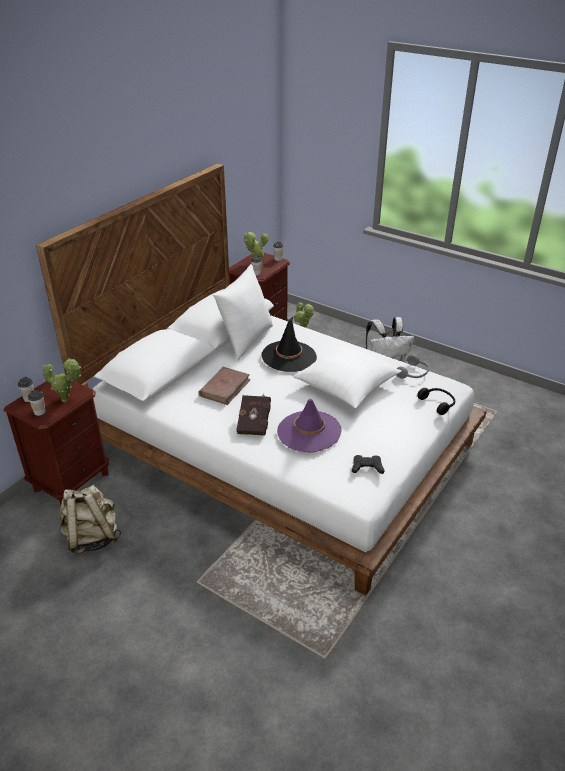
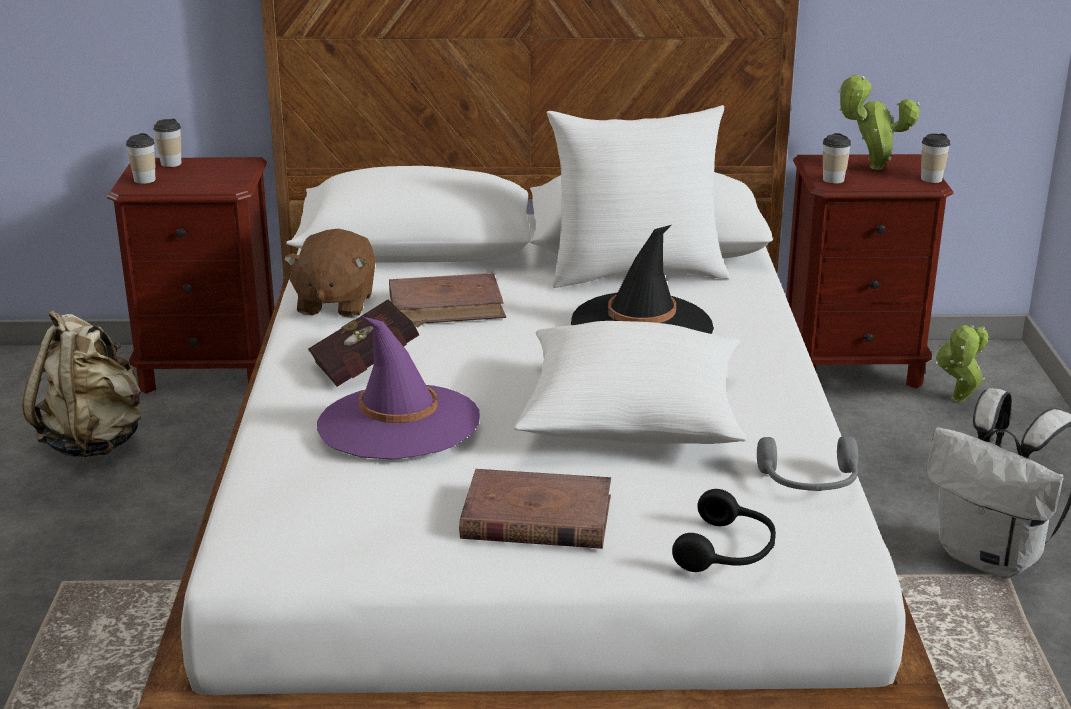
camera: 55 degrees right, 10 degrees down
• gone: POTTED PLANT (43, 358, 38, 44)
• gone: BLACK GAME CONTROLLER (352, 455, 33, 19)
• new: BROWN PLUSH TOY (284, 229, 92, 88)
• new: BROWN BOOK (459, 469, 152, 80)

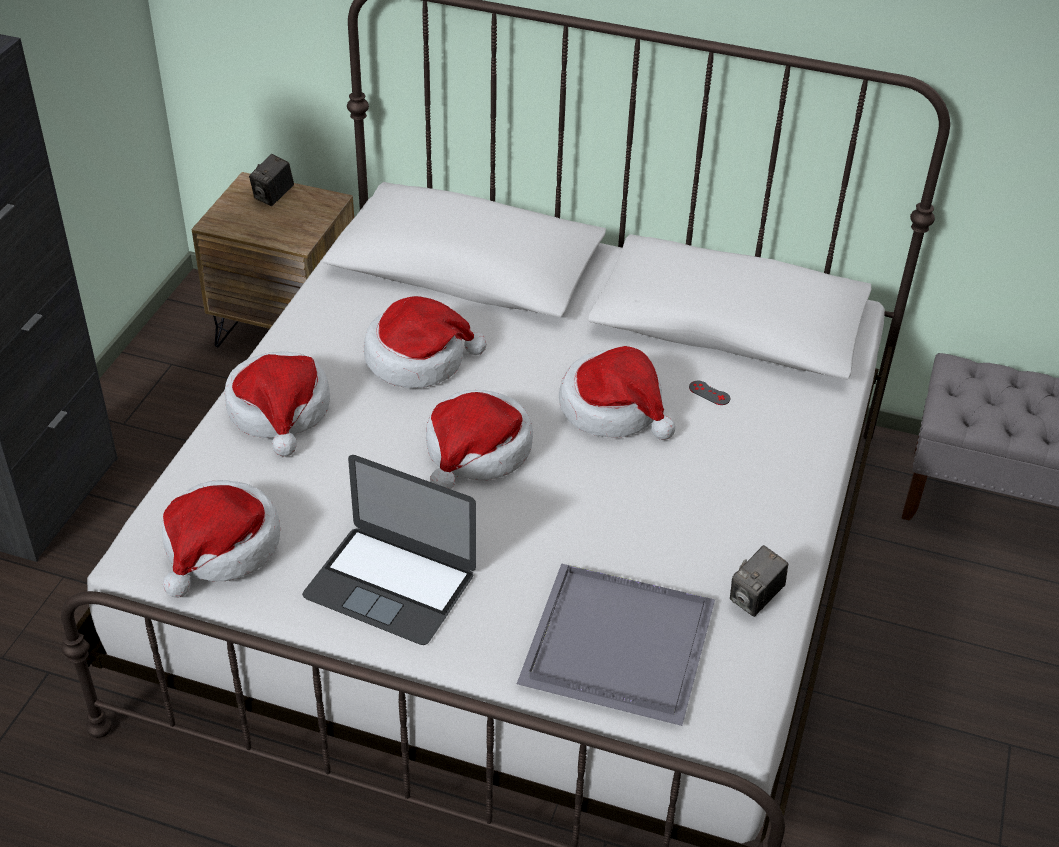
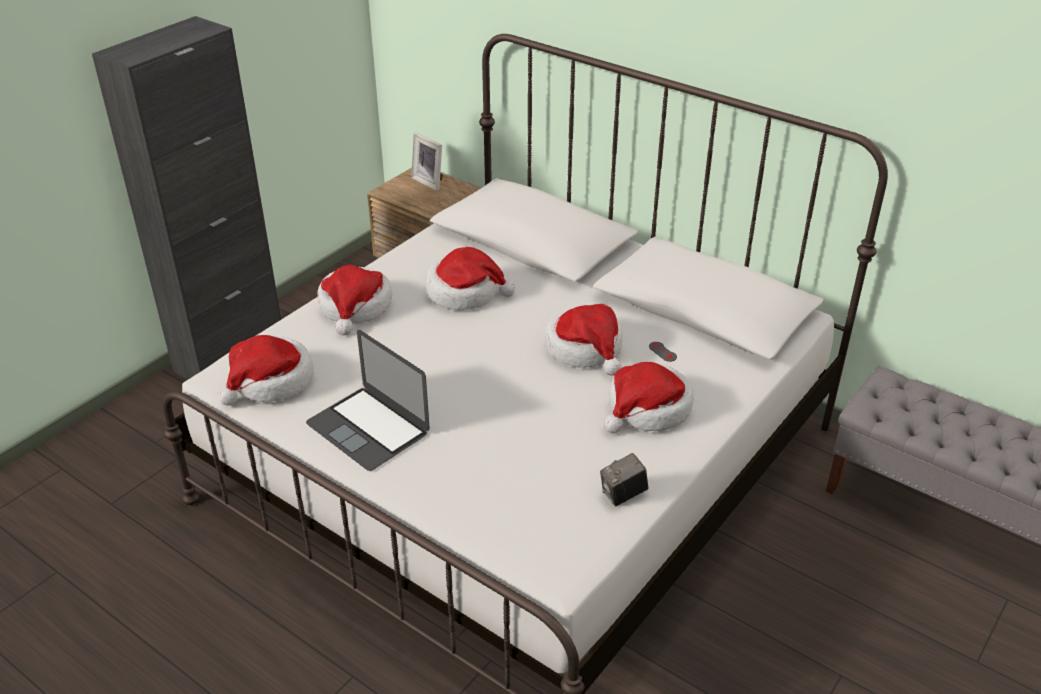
camera: 20 degrees right, 5 degrees down
• gone: GREY TRAY (517, 563, 198, 163)
• shifted: HAT (426, 390, 107, 99) to (604, 362, 90, 72)
• swapped: PHOTO CAMERA (249, 154, 45, 52) to PICTURE FRAME (411, 132, 32, 59)

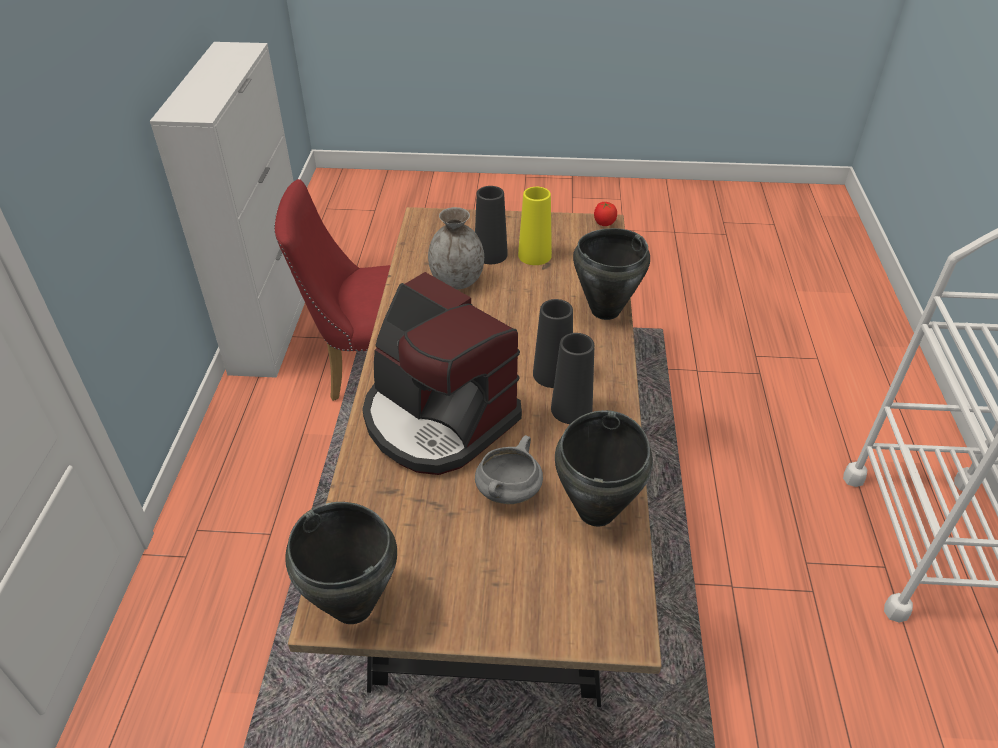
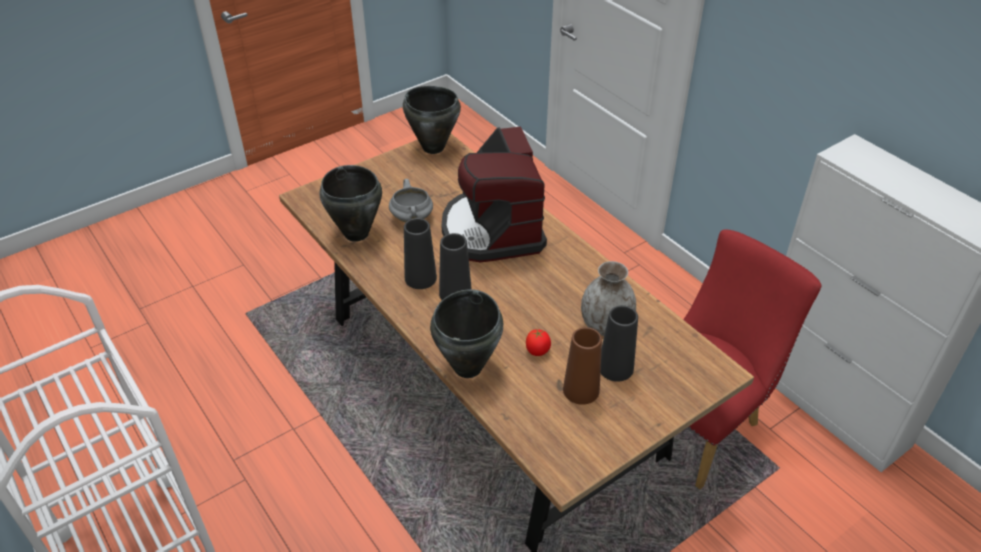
camera: 140 degrees right, 0 degrees up
• shifted: TOMATO (594, 202, 23, 24) to (526, 329, 25, 27)
• repainted: YELLOW VASE (518, 187, 34, 78) to BROWN VASE (563, 327, 39, 78)
• rotated: COFFEE MACHINE (362, 272, 160, 203) = (441, 127, 106, 135) 105 degrees counterclockwise

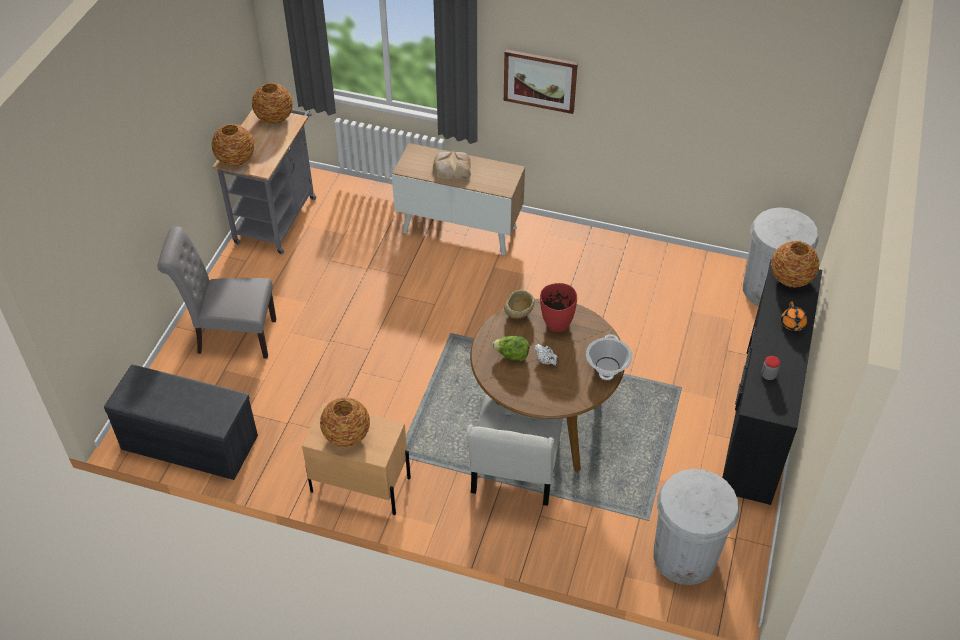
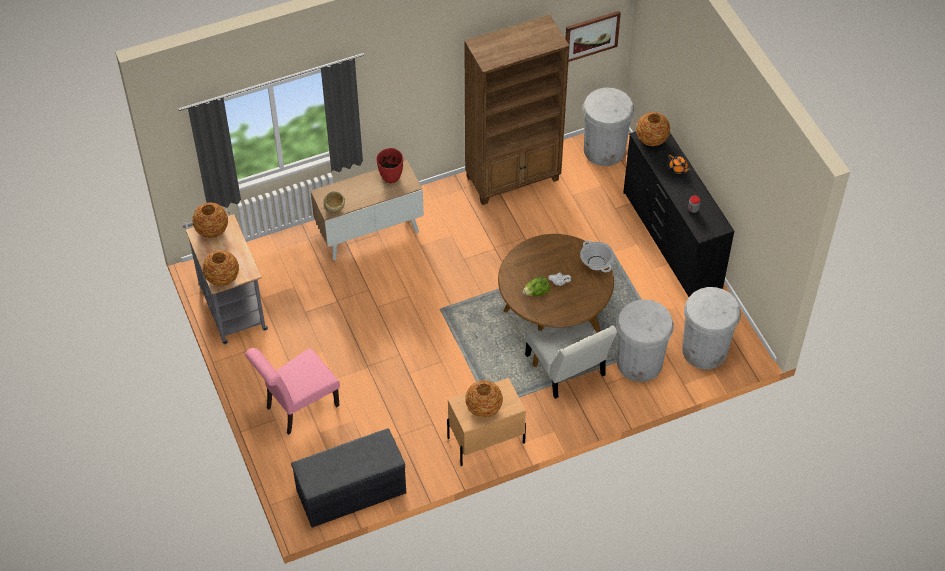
camera: 40 degrees left, 5 degrees up
• gone: BREAD (433, 151, 38, 29)
• new: BROWN BOOKCASE (464, 15, 106, 190)
• new: WHITE TRASH CAN (616, 299, 58, 83)
• shifted: PICTURE (504, 50, 74, 64) to (565, 11, 56, 51)
• shifted: BEIGE BOWL (504, 290, 31, 29) to (323, 191, 22, 23)
• shifted: RED VASE (540, 283, 37, 49) to (376, 148, 27, 35)
• repainted: GREY CHAIR (158, 226, 118, 133) to PINK CHAIR (245, 348, 95, 87)

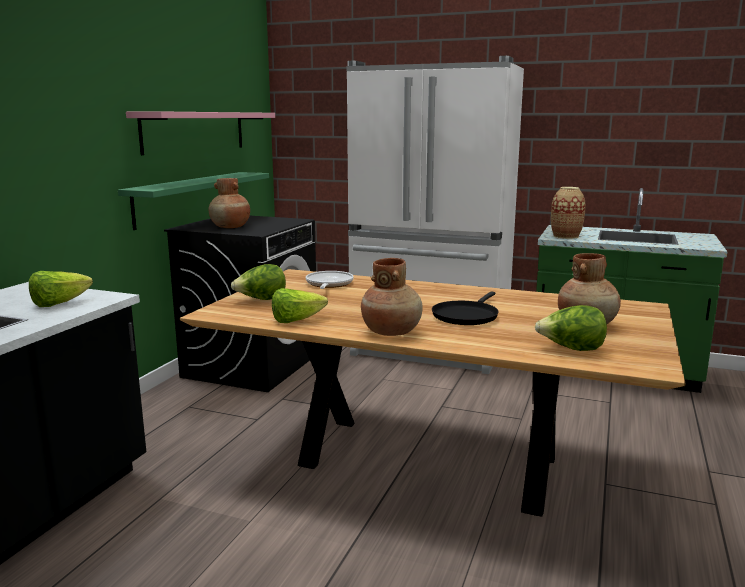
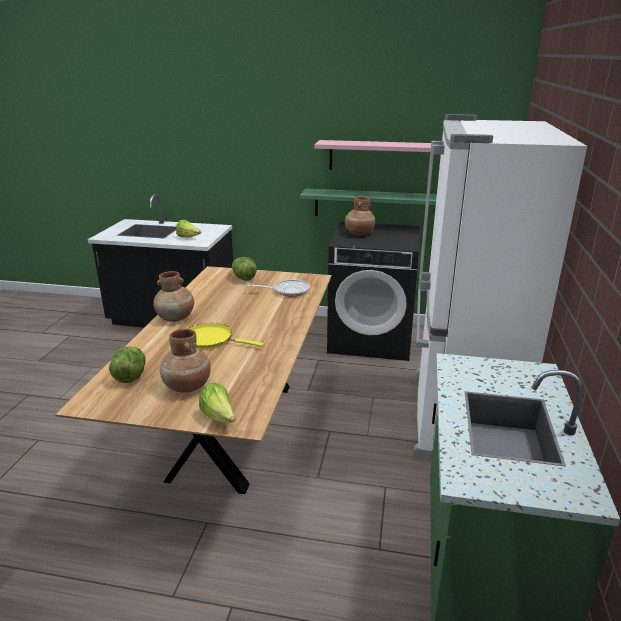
camera: 80 degrees right, 10 degrees up
• gone: VASE (551, 187, 35, 52)
• shifted: LETTUCE (272, 288, 56, 35) to (199, 383, 37, 40)
• repainted: BLACK FRYING PAN (432, 291, 67, 34) to YELLOW FRYING PAN (189, 323, 75, 26)

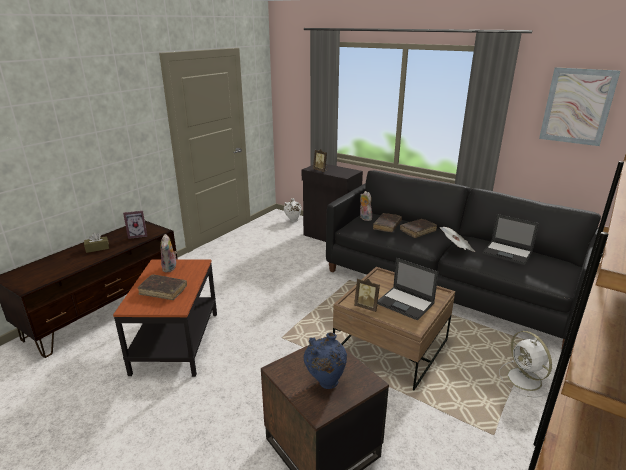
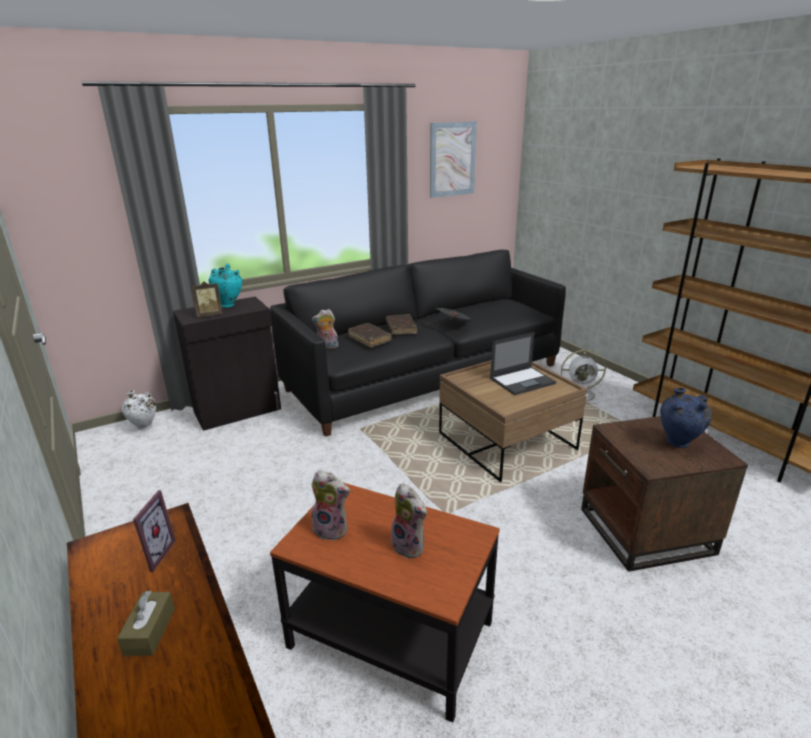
camera: 65 degrees left, 0 degrees up
• gone: PICTURE FRAME (354, 279, 26, 33)
• gone: LAPTOP (483, 214, 56, 51)
• new: TURQUOISE VASE (209, 264, 33, 44)
• swapped: BROWN BOOK (138, 274, 49, 26) to PLUSH TOY (391, 483, 36, 76)

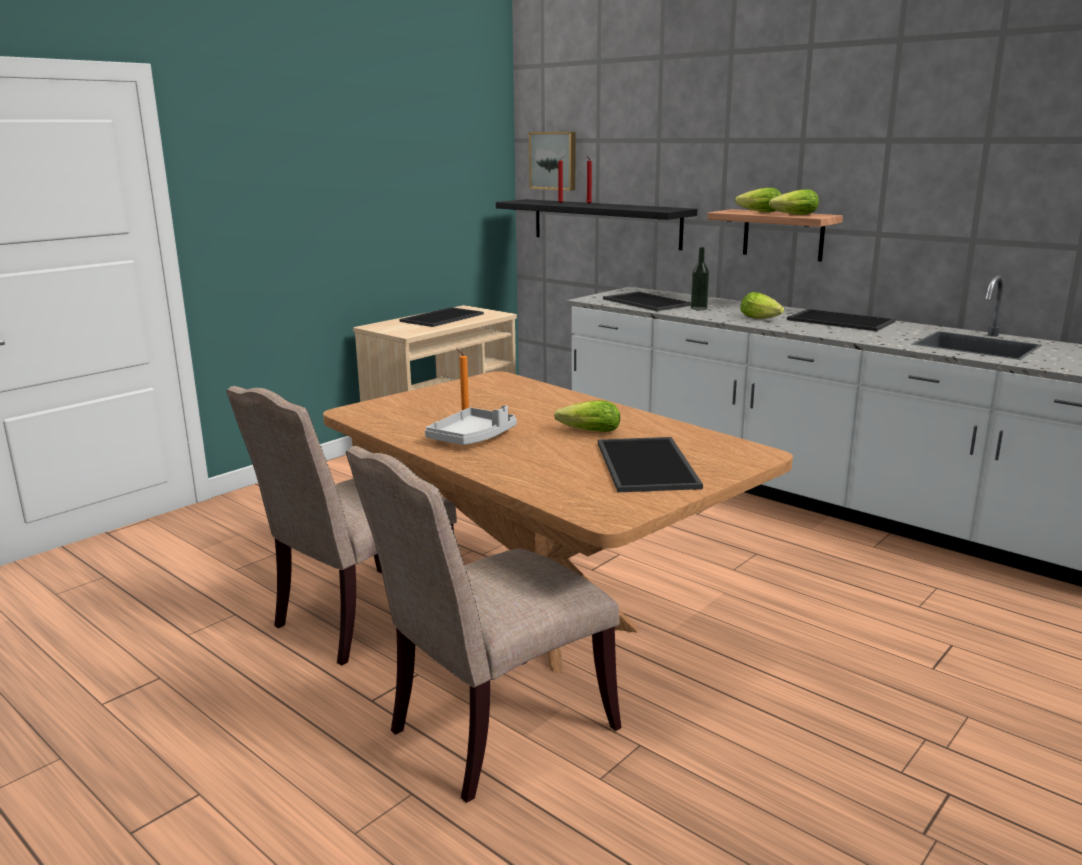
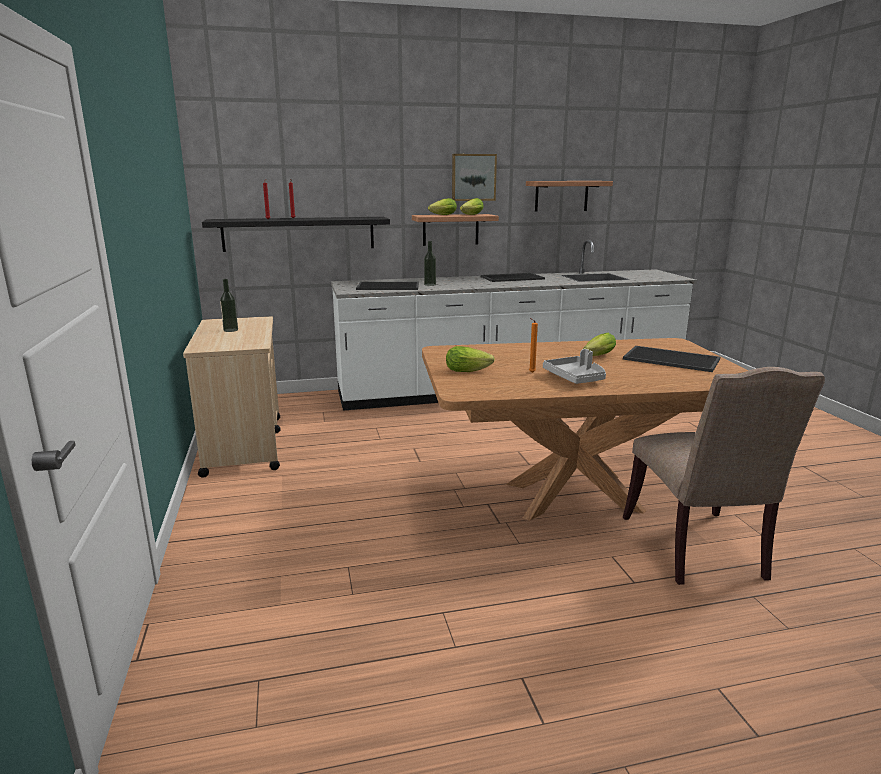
camera: 55 degrees left, 0 degrees up
• gone: BEIGE CHAIR (226, 386, 231, 280)
• new: SHELF (526, 181, 87, 31)
• shifted: PICTURE (529, 132, 47, 59) to (452, 154, 45, 47)
• shifted: LETTUCE (740, 292, 44, 27) to (446, 346, 49, 26)
• swapped: TRAY (399, 307, 85, 20) to BOTTLE (220, 279, 18, 53)

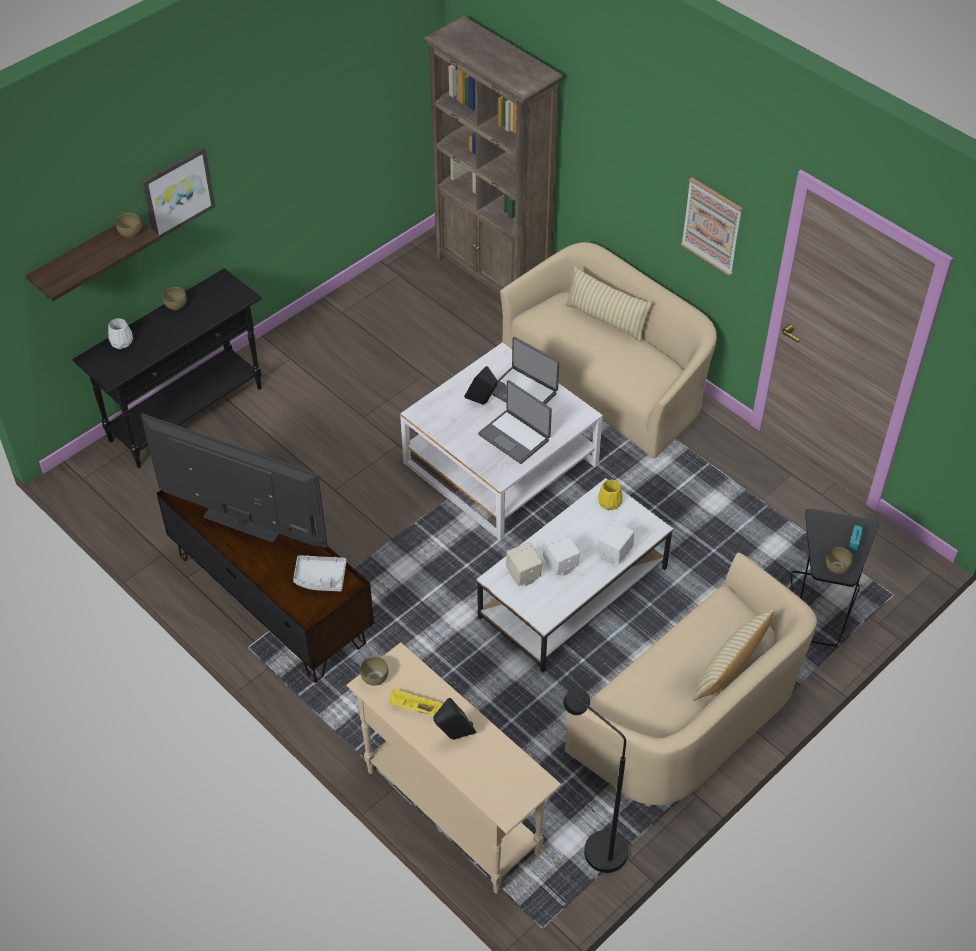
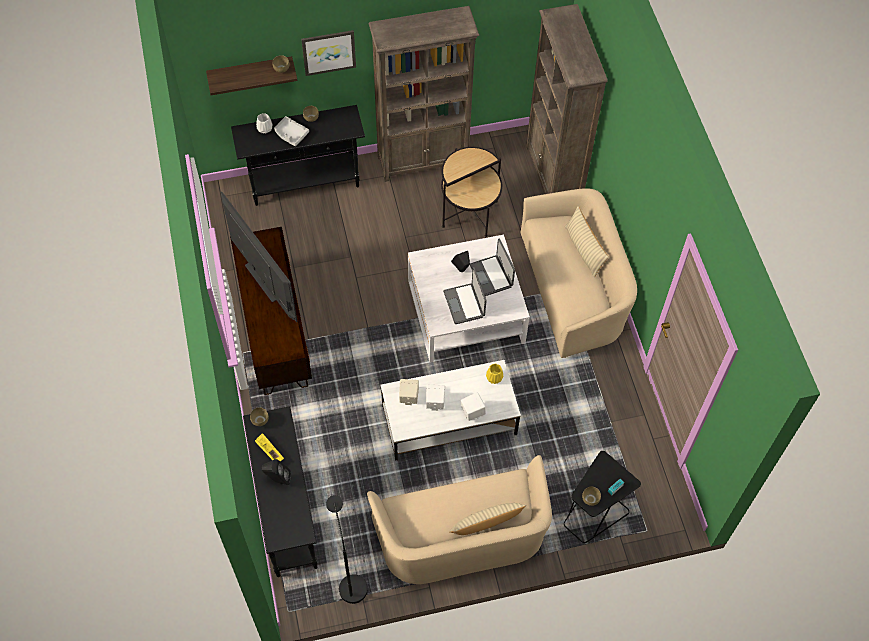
camera: 30 degrees right, 10 degrees up
• gone: PICTURE (681, 177, 62, 99)
• new: BROWN BOOKCASE (369, 6, 110, 176)
• new: SIDE TABLE (441, 147, 61, 90)
• shifted: GREY TRAY (293, 555, 53, 36) to (274, 116, 35, 30)
• repainted: BEIGE CONSOLE TABLE (346, 642, 216, 252) to BLACK CONSOLE TABLE (243, 406, 74, 171)

